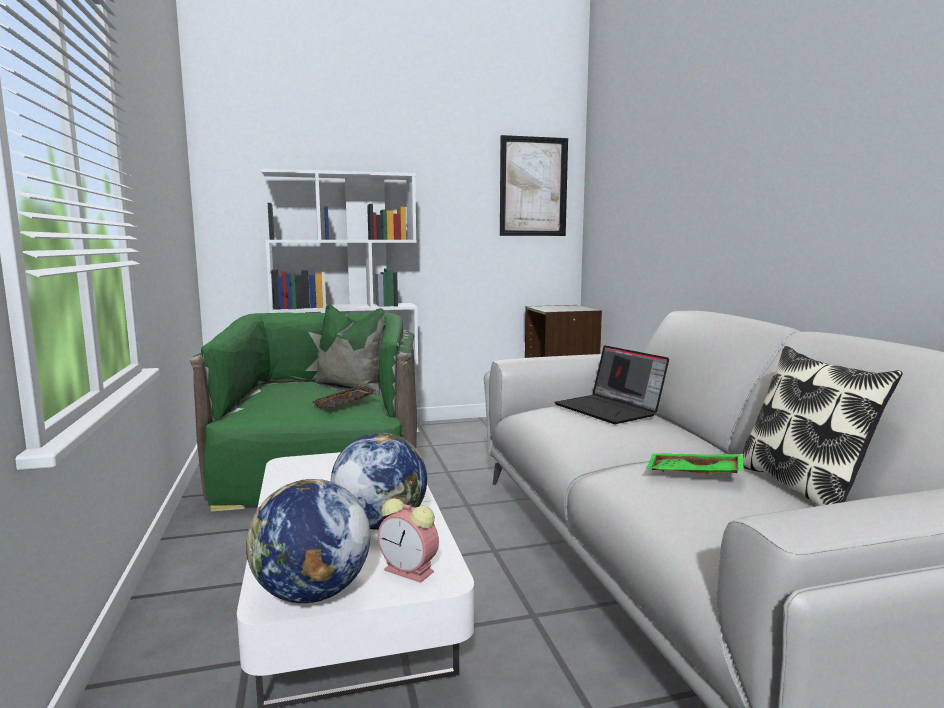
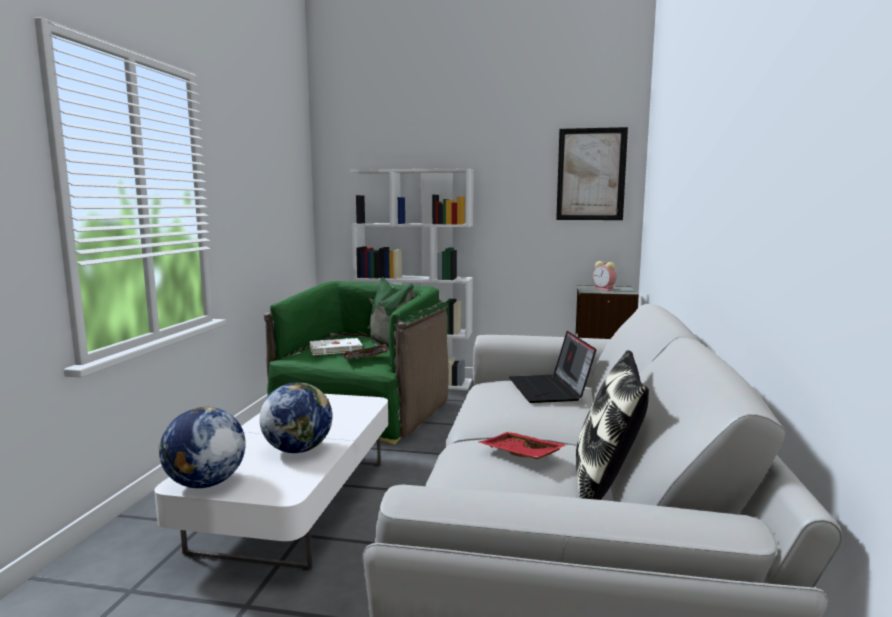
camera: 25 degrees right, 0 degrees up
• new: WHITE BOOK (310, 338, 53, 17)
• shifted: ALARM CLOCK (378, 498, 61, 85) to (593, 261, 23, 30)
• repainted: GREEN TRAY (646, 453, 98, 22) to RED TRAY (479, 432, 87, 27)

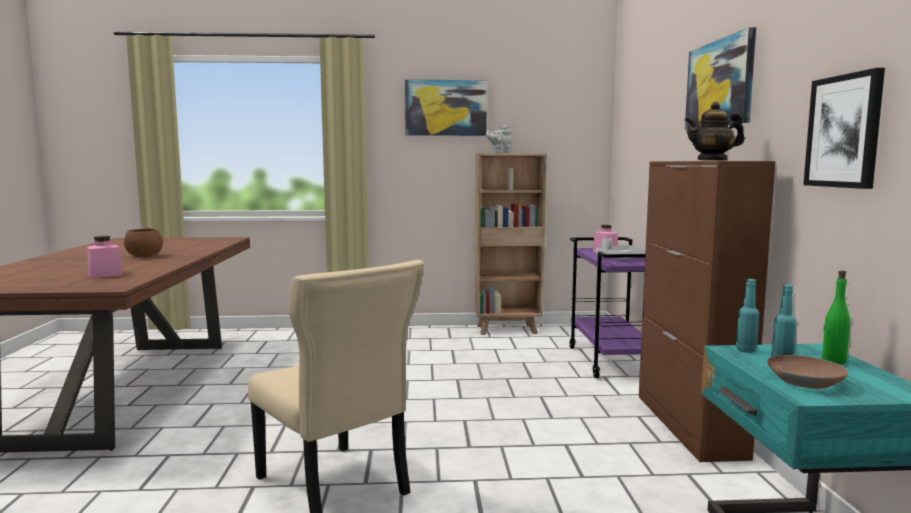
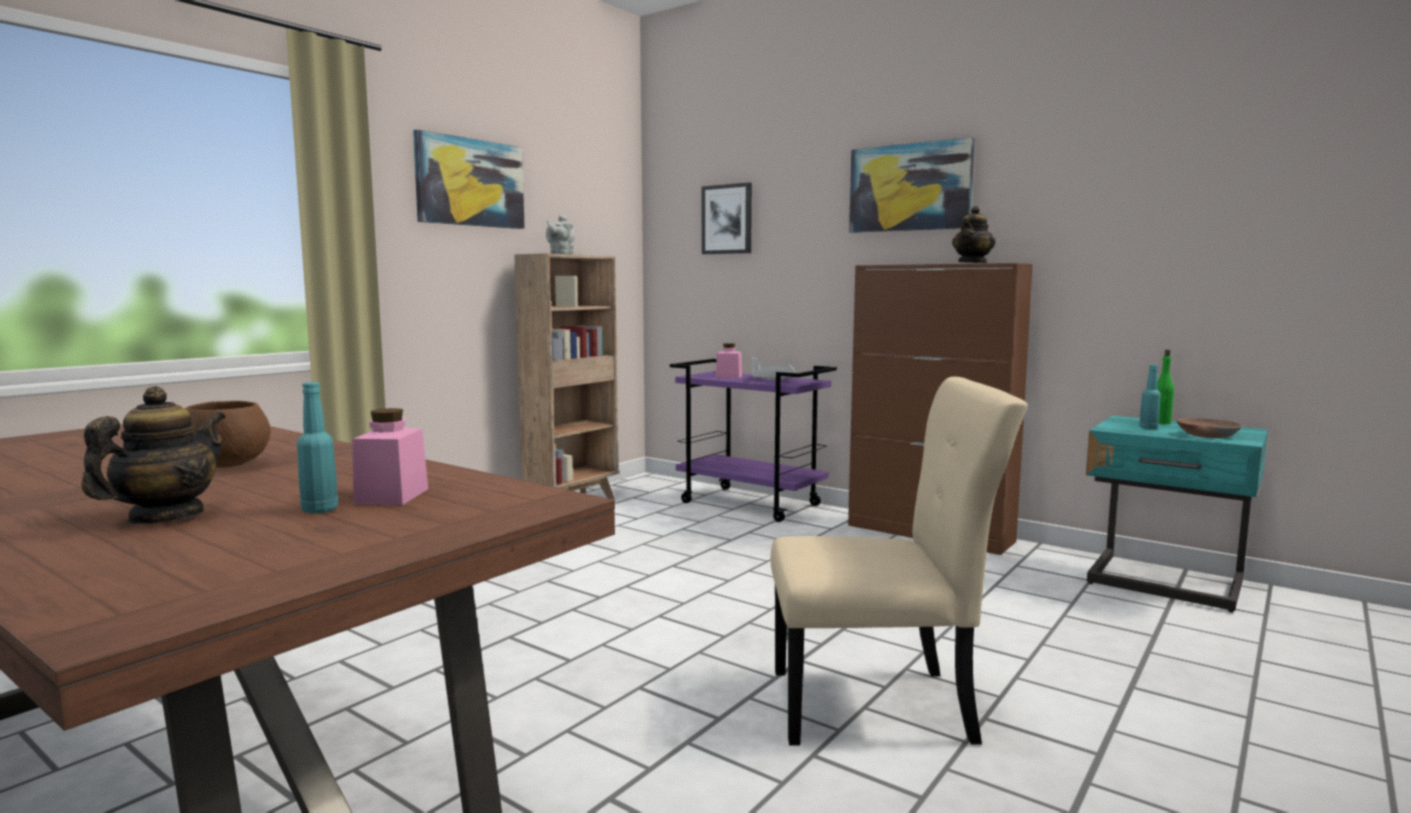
camera: 50 degrees left, 0 degrees up
• new: TEAPOT (81, 386, 145, 138)
• shifted: TURQUOISE BOTTLE (736, 279, 23, 74) to (297, 382, 41, 131)
• shifted: PICTURE (803, 68, 82, 121) to (702, 182, 50, 72)

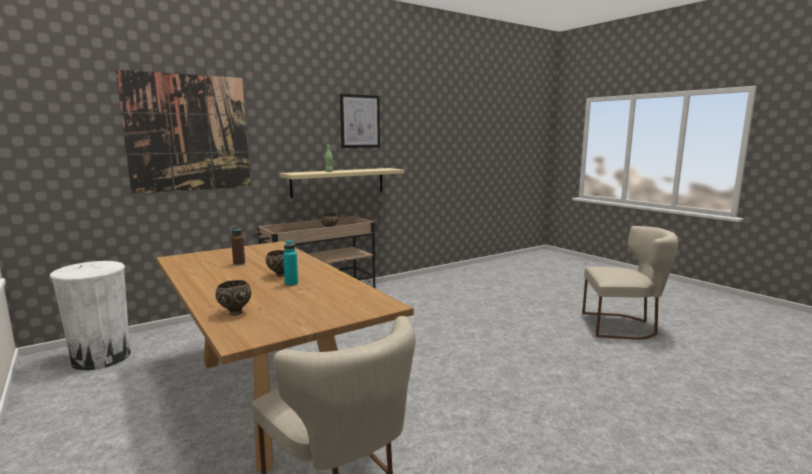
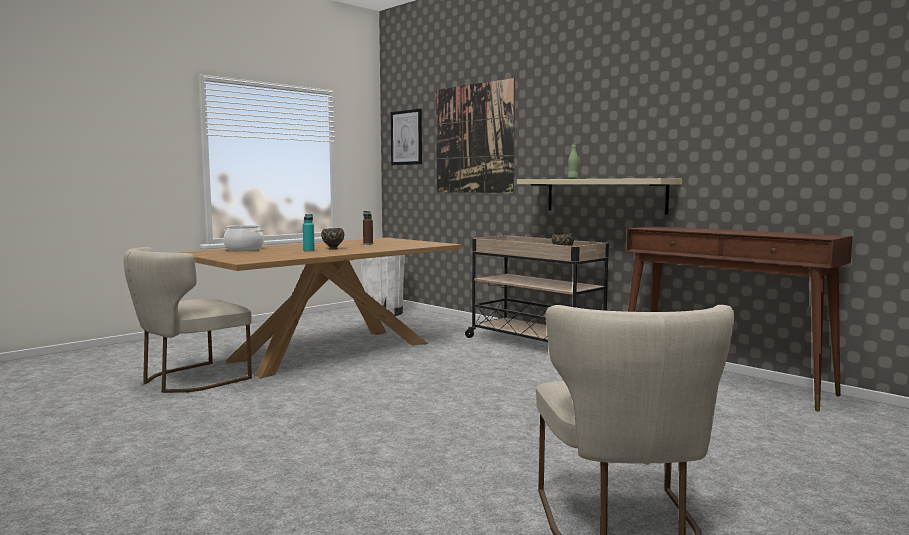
camera: 80 degrees right, 5 degrees down
• new: BROWN CONSOLE TABLE (626, 226, 227, 185)
• shifted: PICTURE (340, 94, 40, 54) to (391, 109, 31, 56)
• swapped: BROWN BOWL (215, 280, 36, 35) to COOKING POT (223, 225, 41, 26)

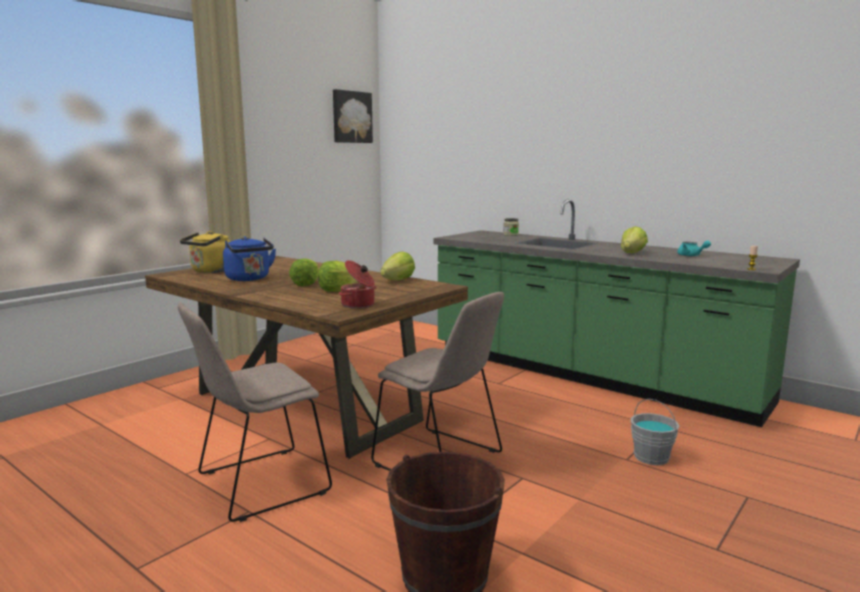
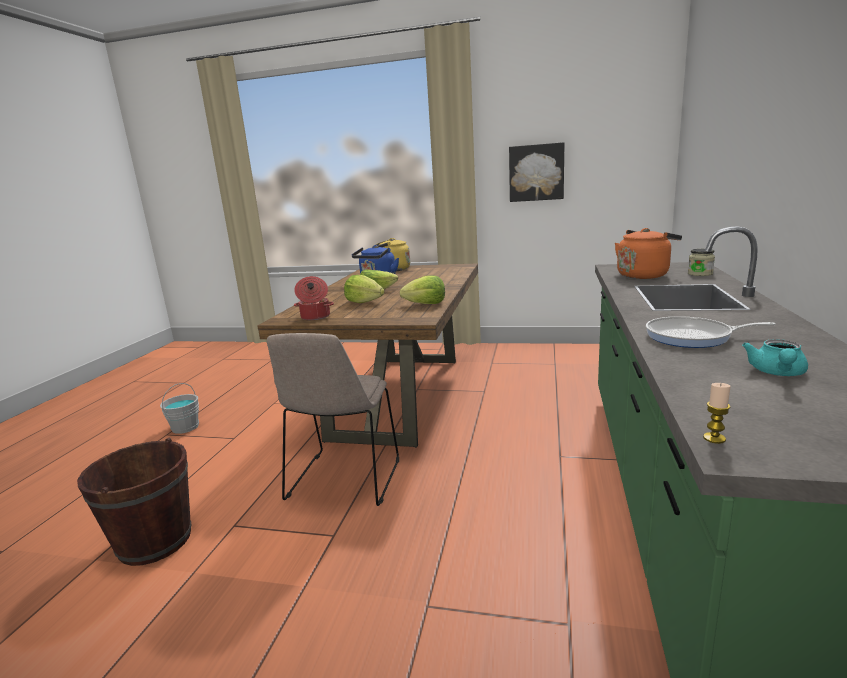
camera: 65 degrees right, 5 degrees up
• gone: BEIGE CHAIR (178, 303, 154, 219)
• new: ORANGE KETTLE (615, 228, 67, 51)
• shifted: PICTURE (333, 89, 40, 54) to (509, 142, 55, 60)
• shifted: GREY BUCKET (631, 399, 48, 66) to (160, 383, 39, 51)
• swapped: LETTUCE (621, 226, 27, 27) to FRYING PAN (646, 316, 130, 32)

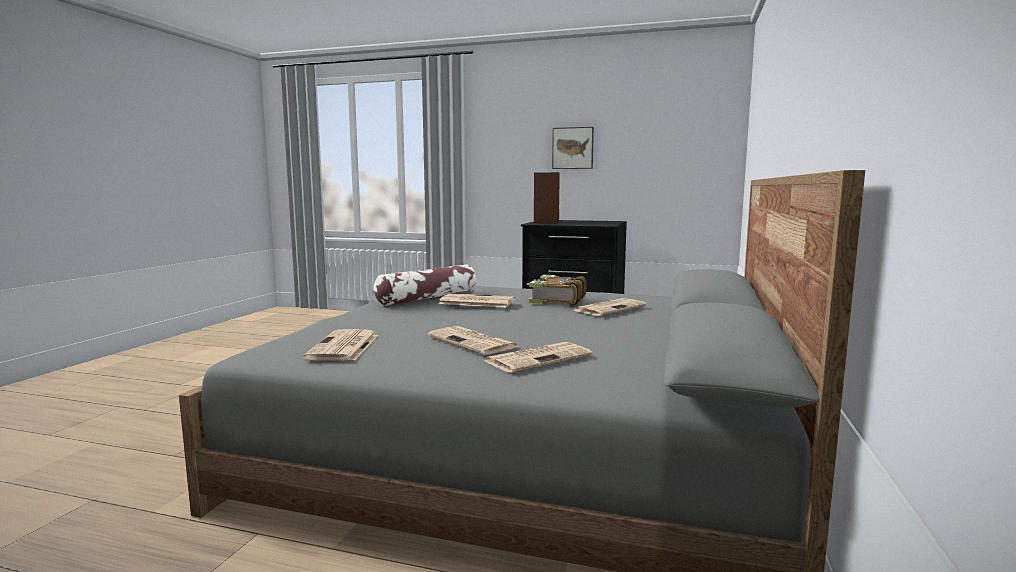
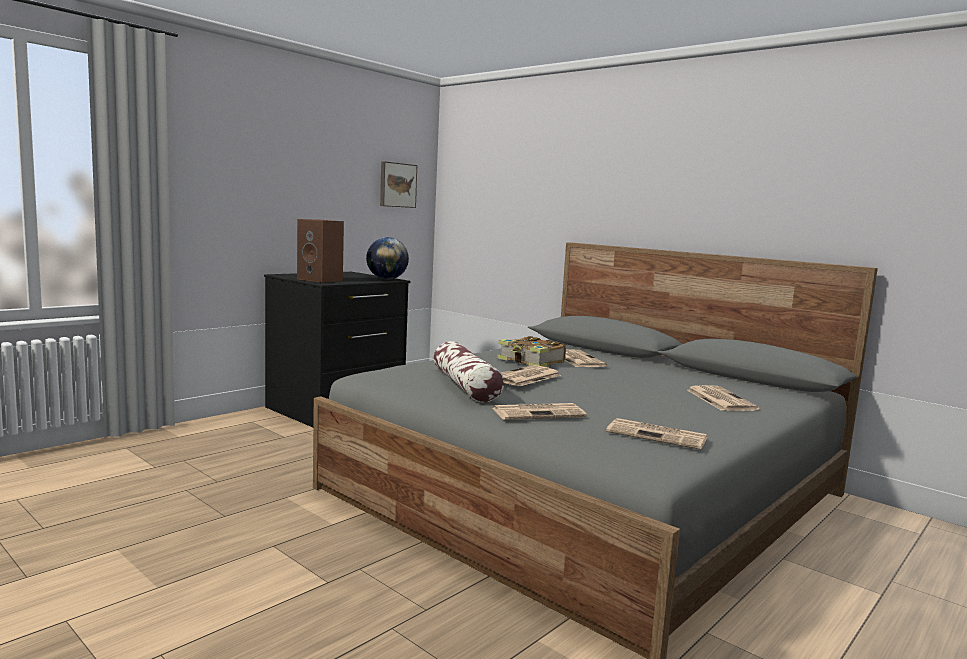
camera: 65 degrees left, 0 degrees up
• new: GLOBE (366, 237, 43, 42)
• shifted: NEWSPAPER (428, 326, 91, 29) to (493, 403, 94, 17)
• shifted: PICTURE (552, 127, 42, 42) to (380, 161, 37, 47)

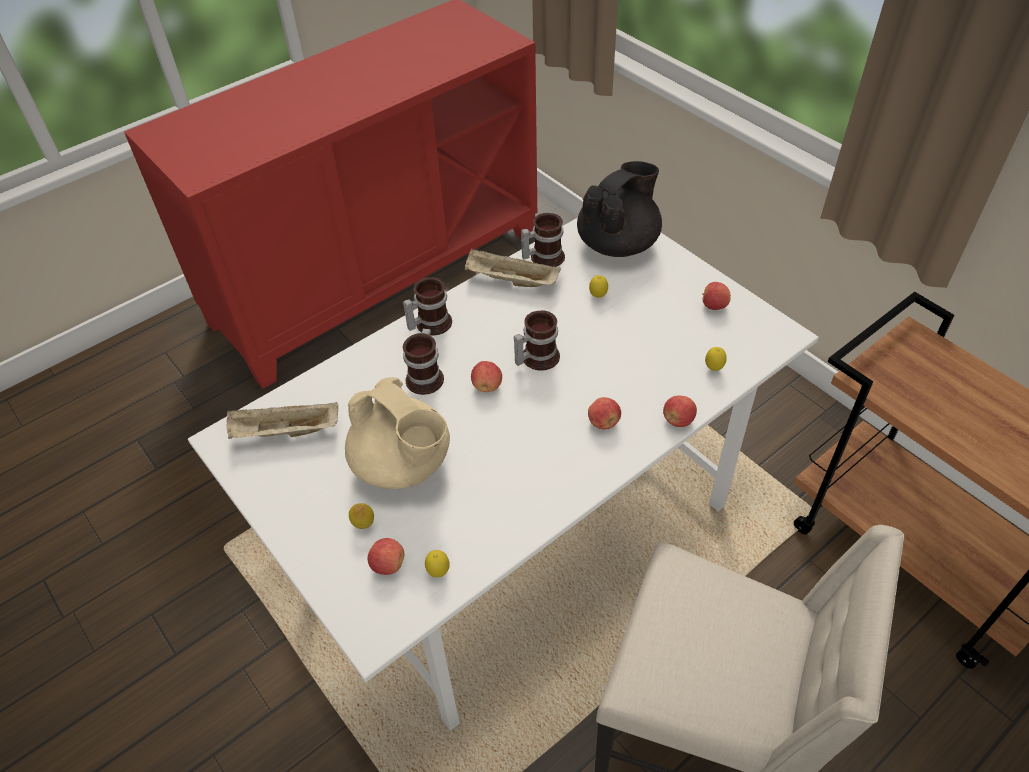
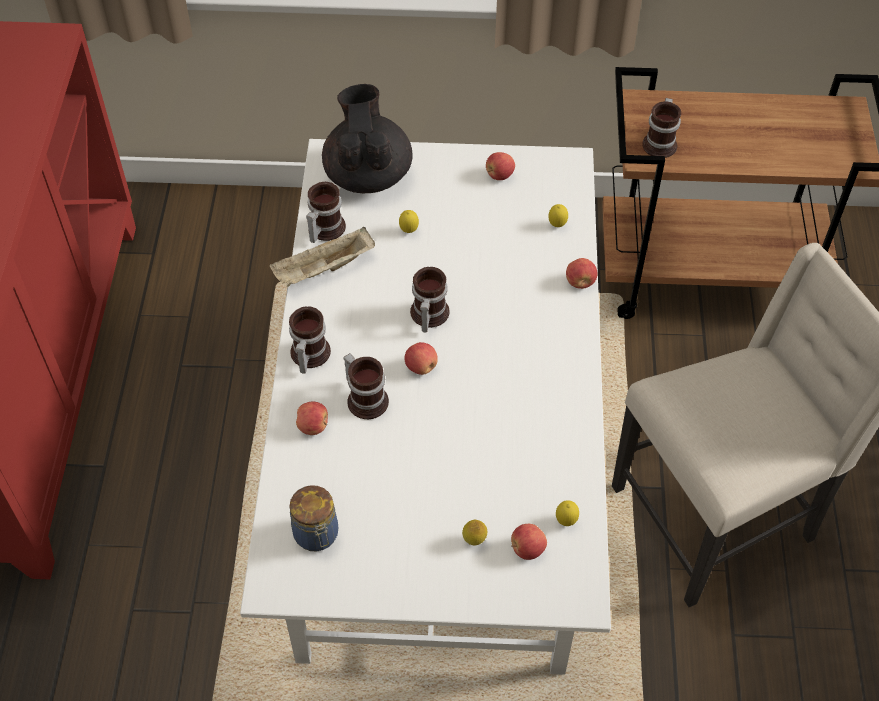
camera: 50 degrees left, 5 degrees up
• gone: BEIGE TEAPOT (345, 377, 105, 112)
• new: MUG (642, 98, 39, 60)
• shifted: APPLE (588, 397, 33, 33) to (296, 402, 32, 33)
• swapped: BEIGE TRAY (227, 402, 111, 37) to JAR (289, 485, 49, 66)

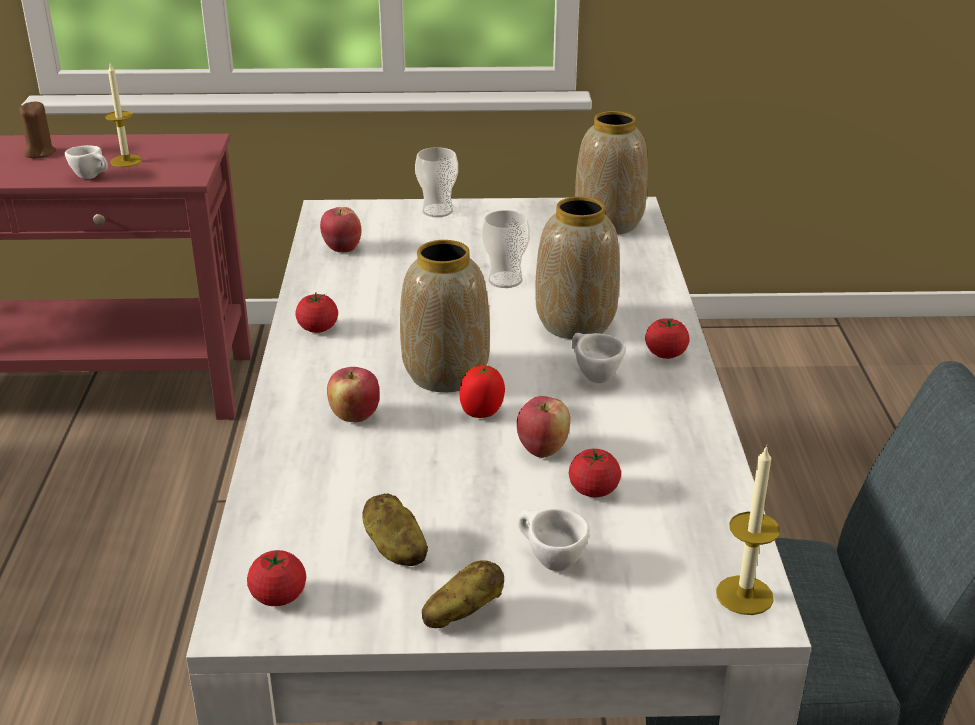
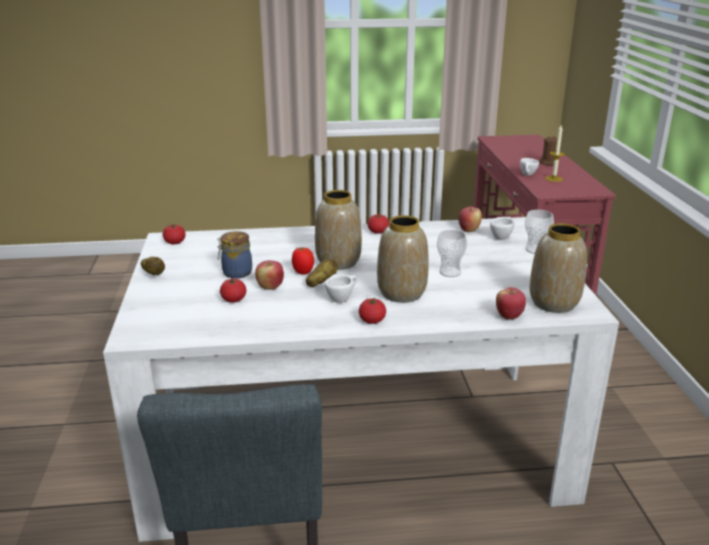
camera: 85 degrees right, 5 degrees down
• gone: CANDLE (716, 444, 64, 171)
• new: JAR (217, 231, 35, 48)
• shifted: APPLE (327, 367, 53, 55) to (496, 287, 30, 33)
• shifted: POTATO (362, 493, 66, 73) to (306, 259, 32, 28)
• shifted: WHITE CUP (518, 508, 72, 63) to (490, 217, 24, 23)

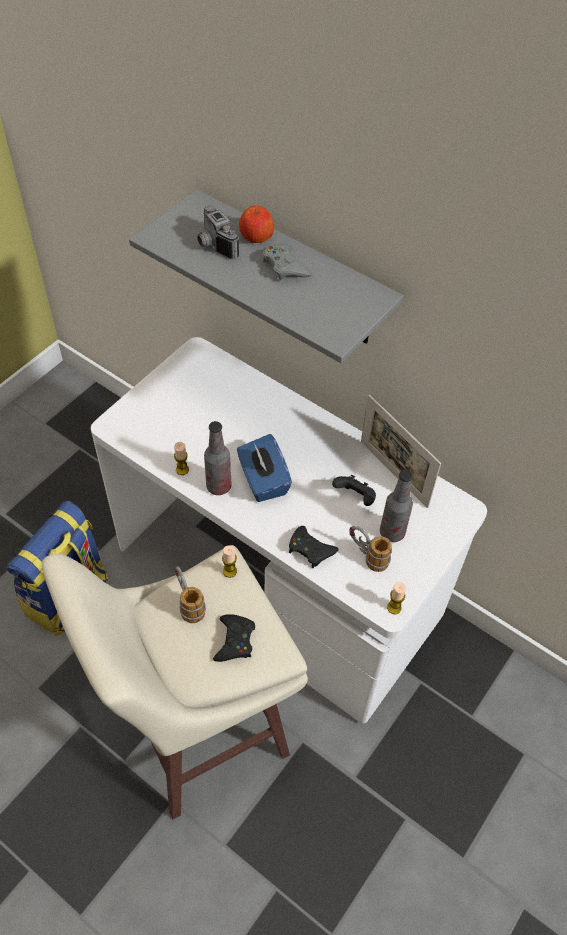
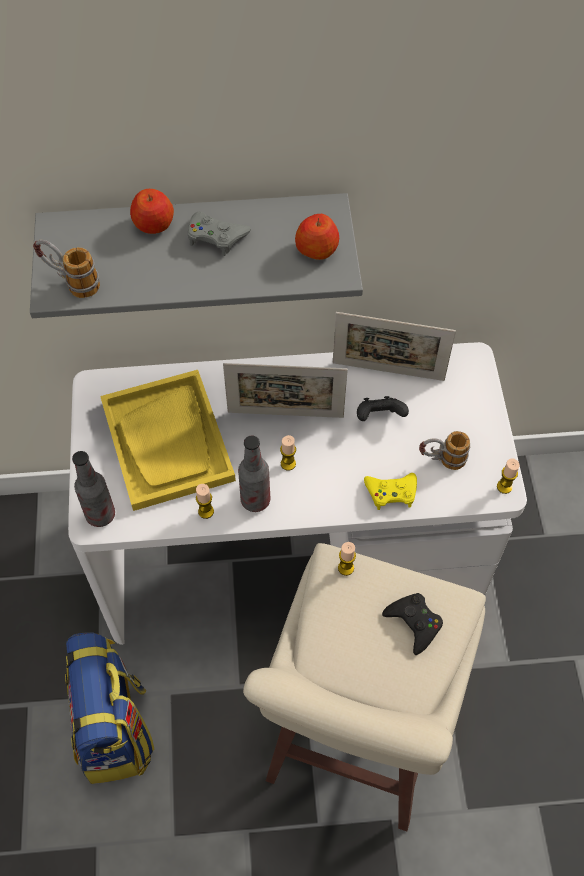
camera: 40 degrees left, 5 degrees up
• gone: PHOTO CAMERA (197, 205, 42, 55)
• new: YELLOW TRAY (100, 370, 136, 141)
• new: PICTURE FRAME (223, 363, 125, 55)
• new: APPLE (295, 214, 44, 46)
• shifted: MUG (174, 566, 32, 57) to (33, 240, 67, 58)
• shifted: BOTTLE (380, 470, 33, 72) to (72, 451, 43, 76)
• swapped: BLUE TISSUE BOX (237, 434, 55, 68) to CANDLE (280, 435, 16, 36)
• repainted: BLACK GAME CONTROLLER (289, 526, 49, 42) to YELLOW GAME CONTROLLER (364, 473, 53, 37)

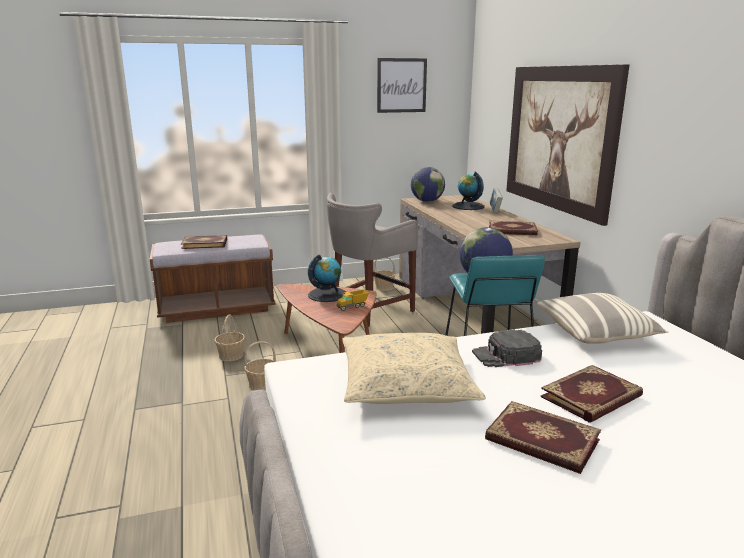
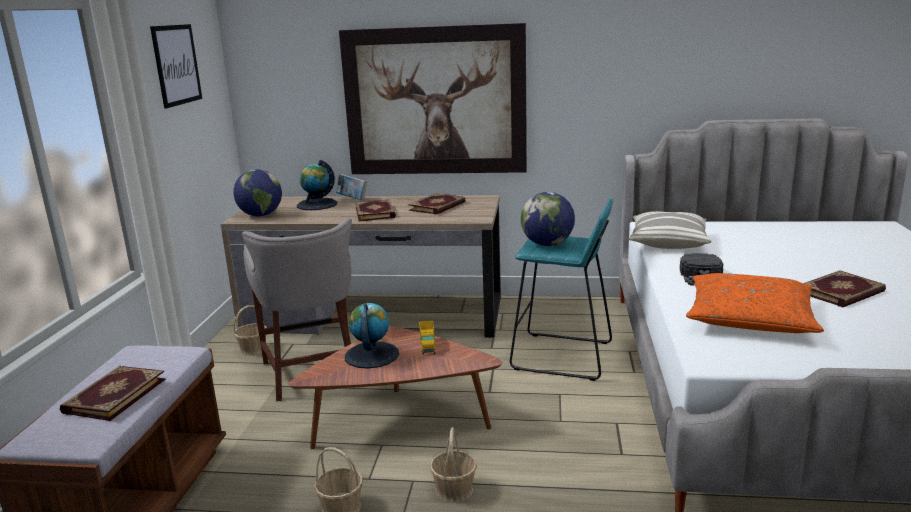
camera: 65 degrees left, 0 degrees up
• shifted: BOOK (540, 365, 103, 58) to (355, 199, 41, 22)
• repainted: BEIGE PILLOW (342, 333, 144, 71) to ORANGE PILLOW (686, 273, 138, 60)

